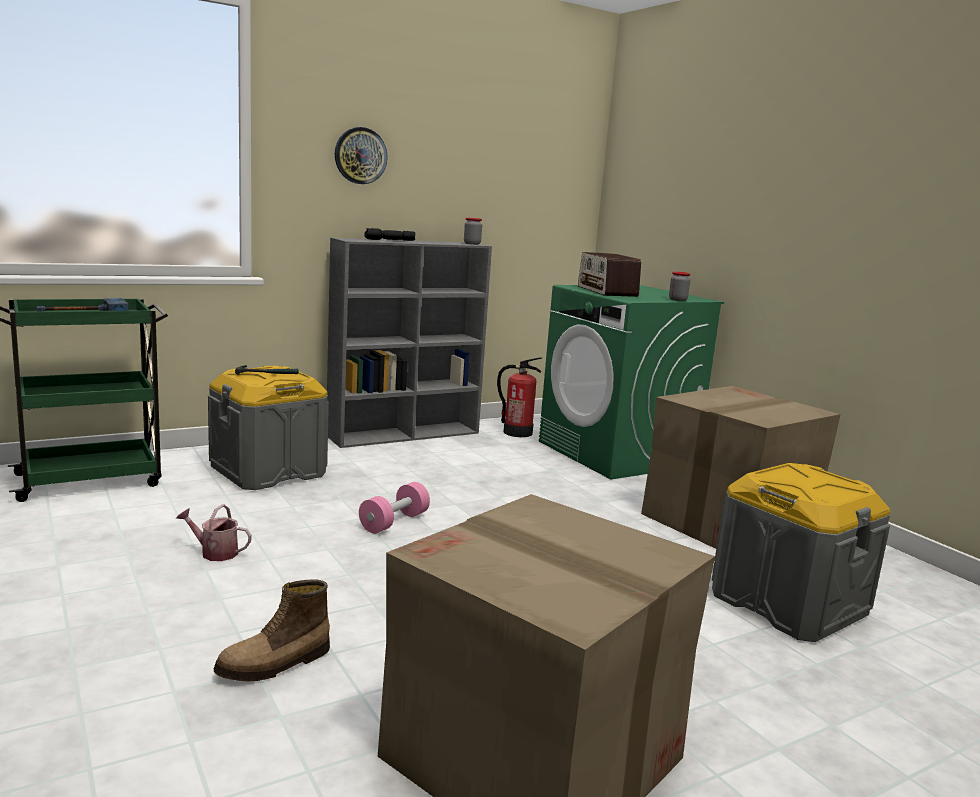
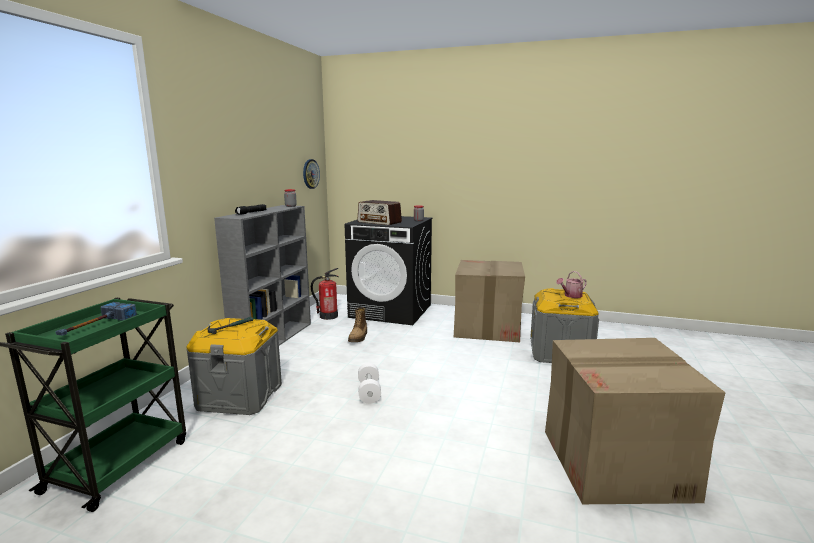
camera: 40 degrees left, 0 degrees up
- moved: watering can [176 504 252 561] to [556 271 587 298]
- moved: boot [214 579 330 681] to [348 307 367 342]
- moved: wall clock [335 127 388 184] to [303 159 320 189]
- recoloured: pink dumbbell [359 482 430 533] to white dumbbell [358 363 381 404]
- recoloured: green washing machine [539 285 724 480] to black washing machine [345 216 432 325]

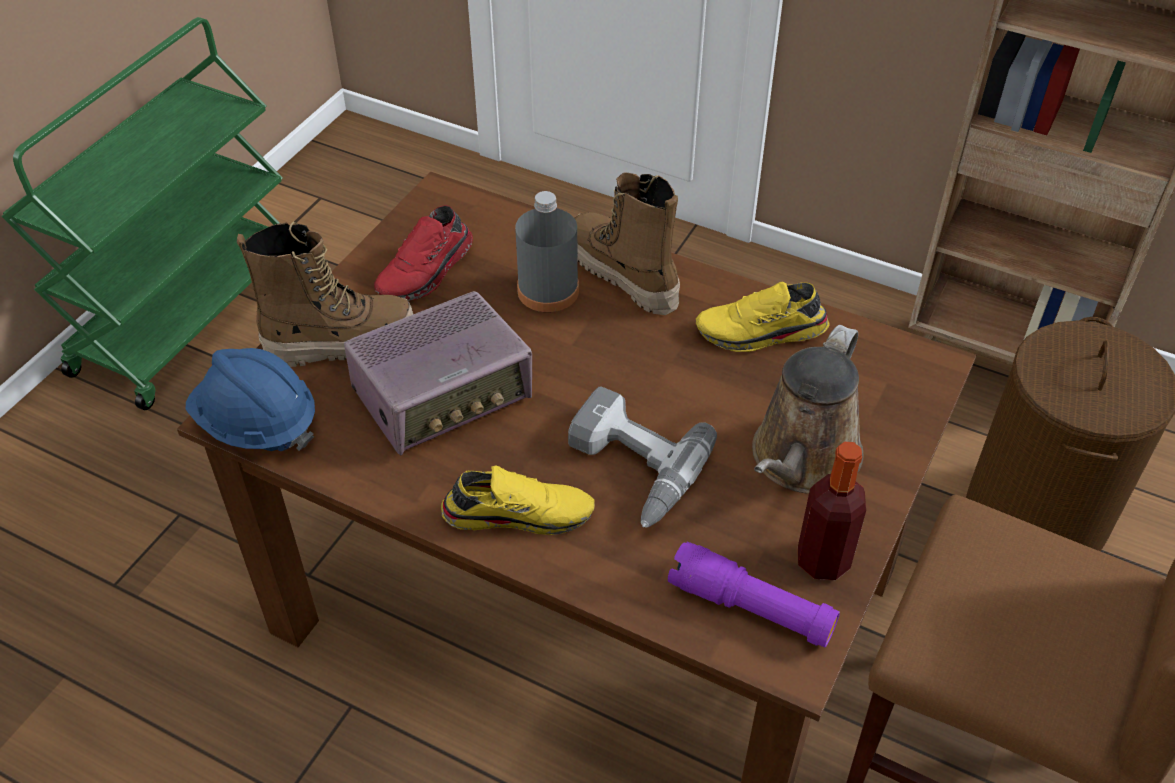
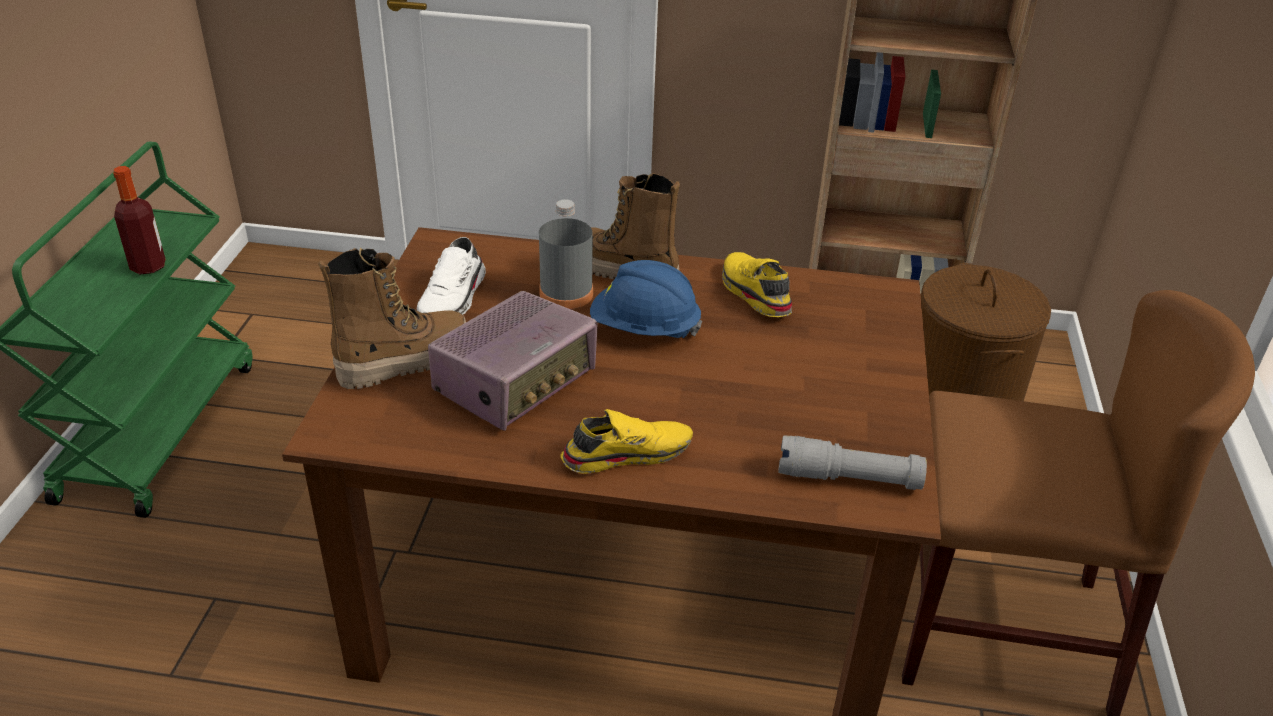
camera: 20 degrees left, 10 degrees down
- removed: power drill [568 386 717 527]
- removed: brown watering can [752 325 863 494]
- moved: blue hard hat [185 348 315 451] to [590 260 703 338]
- moved: bottle [798 442 866 580] to [113 166 165 274]
- recoloured: red shoe [374 205 473 301] to white shoe [416 237 486 315]
- recoloured: purple flashlight [668 542 840 648] to grey flashlight [778 436 927 490]
- turned: yellow shoe [696 281 830 352] = [722 252 792 317] 90 degrees clockwise

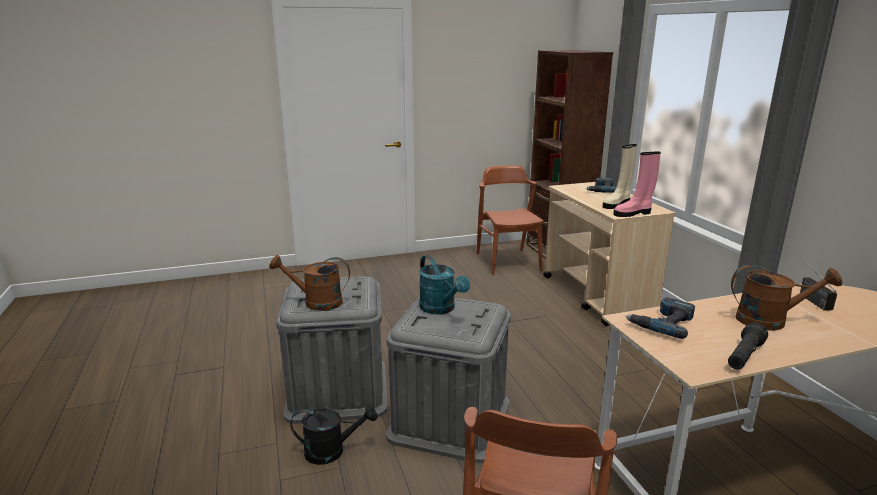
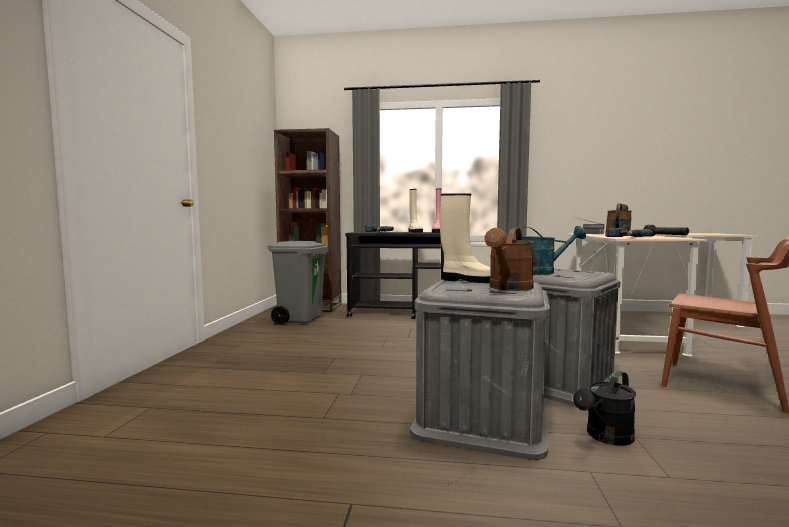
camera: 65 degrees left, 15 degrees down
- added: beige boot [440 193 491 283]
- replaced: brown chair [477 165 543 275] to grey trash can [267 241 328 325]
- recoloured: beige cart [543 182 675 326] to black cart [345 232 444 319]
- turned: black watering can [291 405 377 465] = [573 371 636 446] 150 degrees counterclockwise

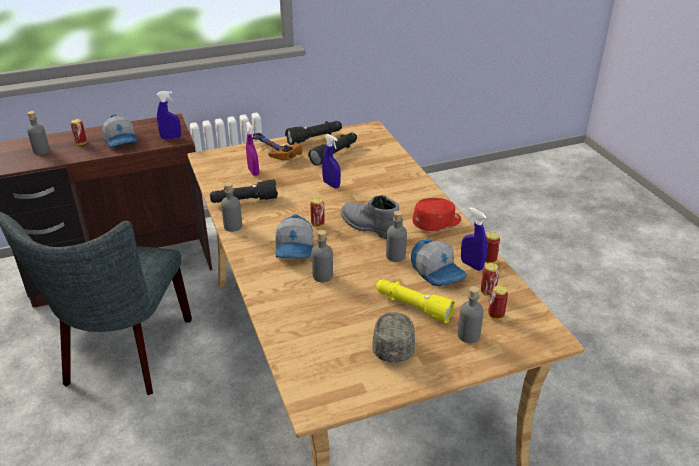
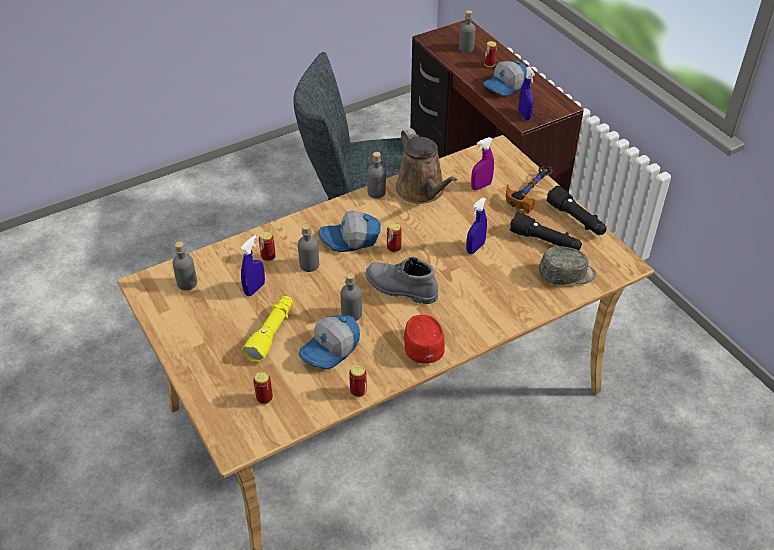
camera: 80 degrees right, 10 degrees up
- moved: grey cap [372 312 415 363] to [539 246 596 285]
- moved: grey bottle [458 286 484 343] to [172 241 197 290]
- moved: blue spray bottle [461 207 487 271] to [241 235 265 296]
- moved: can [481 263 499 296] to [259 231 276 262]
- replaced: black flashlight [210 179 278 203] to brown watering can [396 128 457 204]
- turned: grey boot [341 195 403 239] = [365 257 438 304] 90 degrees counterclockwise
- turned: red cap [412 198 461 231] = [404 315 445 364] 150 degrees counterclockwise

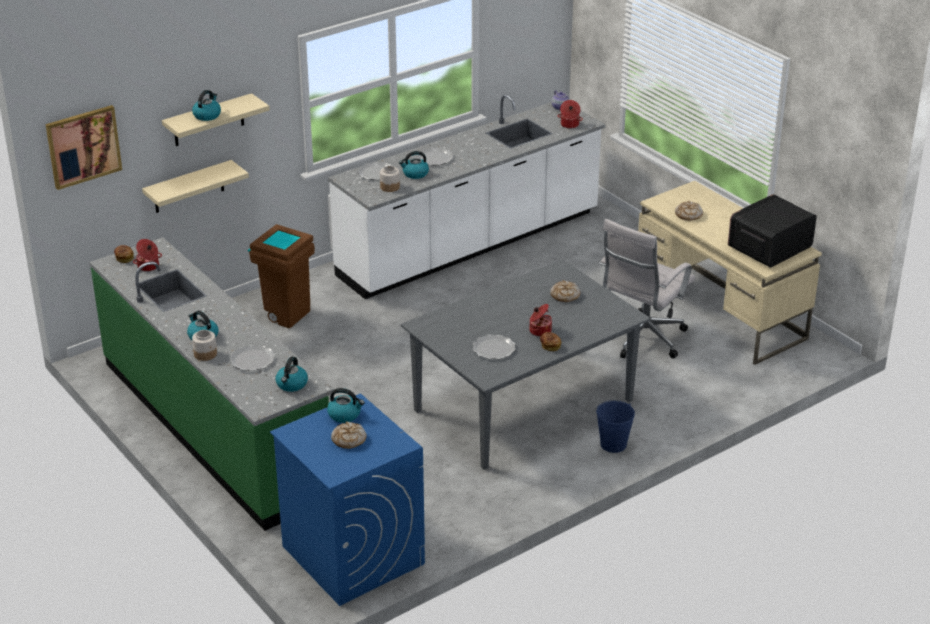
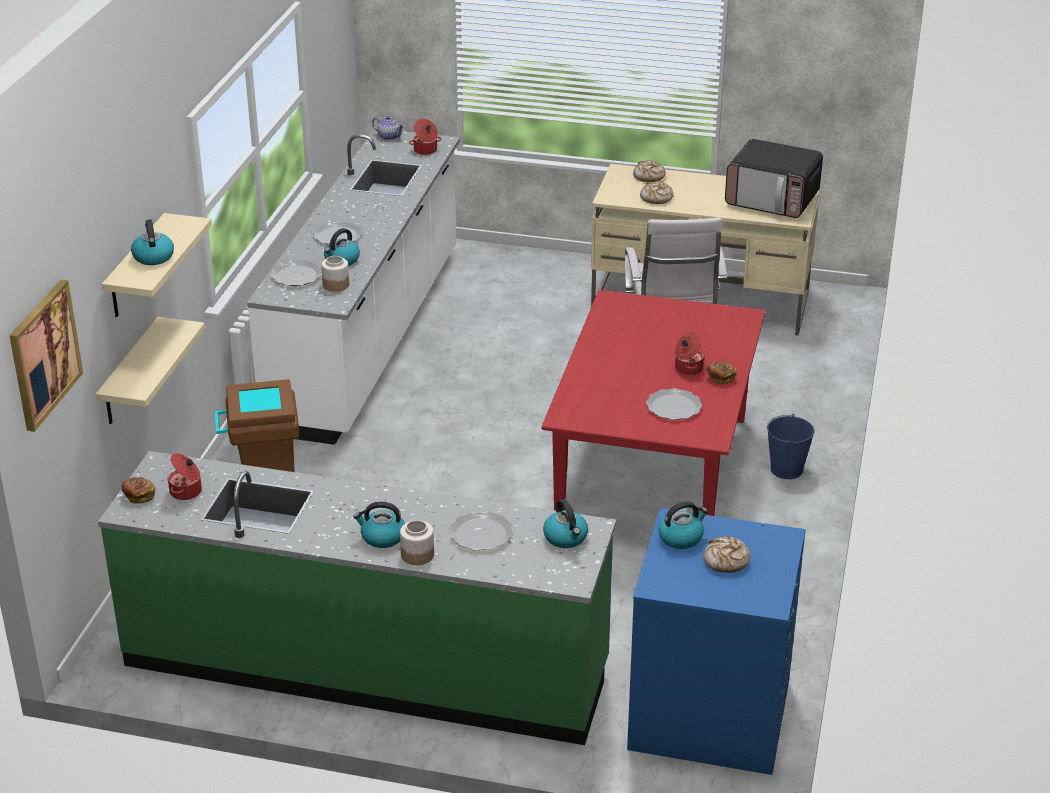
camera: 40 degrees left, 0 degrees up
- moved: bread [550 280 580 302] to [633 160 666 182]
- recoloured: grey dining table [401 259 650 470] to red dining table [541 290 765 516]
- turned: microwave [728 194 817 268] = [725 139 823 218] 75 degrees counterclockwise

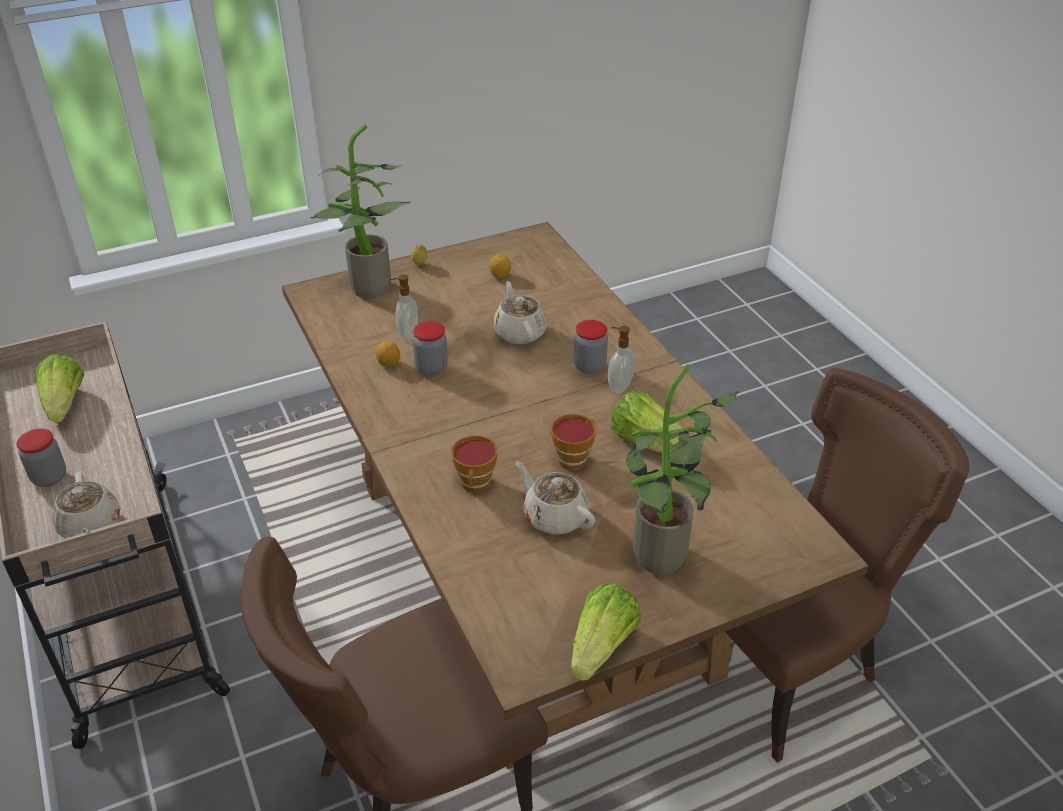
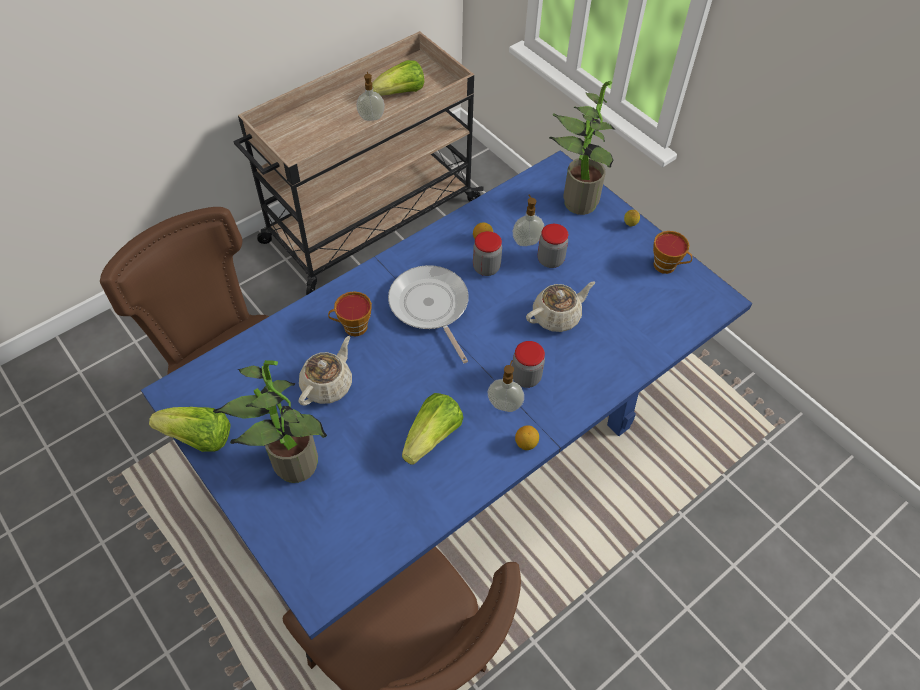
camera: 75 degrees right, 15 degrees up
- removed: beige teapot [52 472 120 538]
- added: soap dispenser [356 72 385 121]
- added: frying pan [388 265 469 363]
- moved: jar [17 429 66 487] to [538 224 568 268]
- moved: lemon [490 255 511 278] to [515 425 539 450]
- moved: cup [551 414 596 470] to [653 231 693 274]
- recoloured: brown dining table [282 222 869 769] to blue dining table [141 150 752 640]

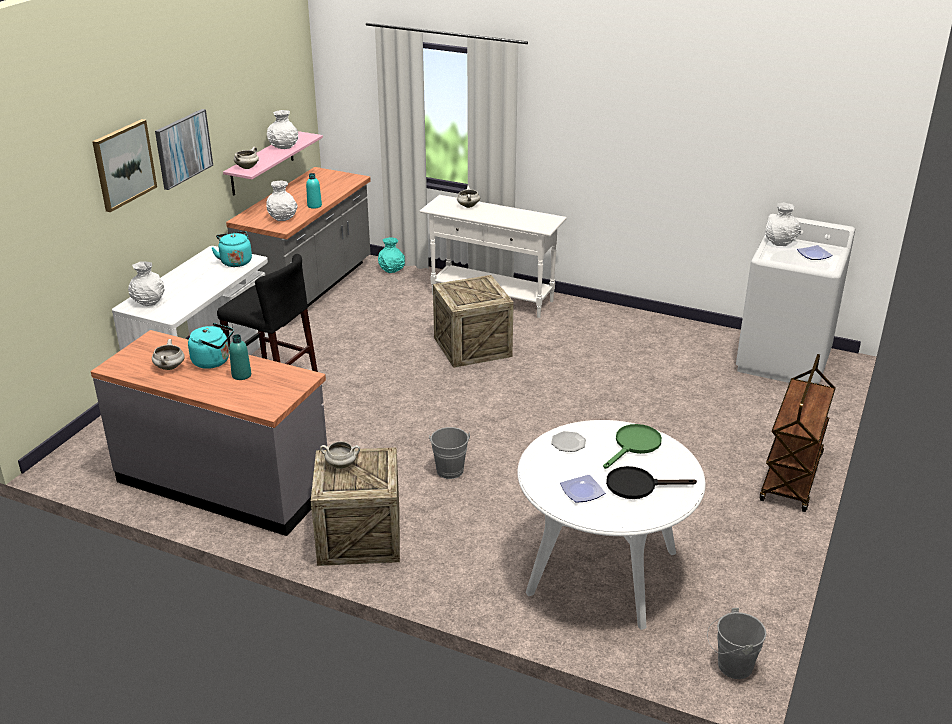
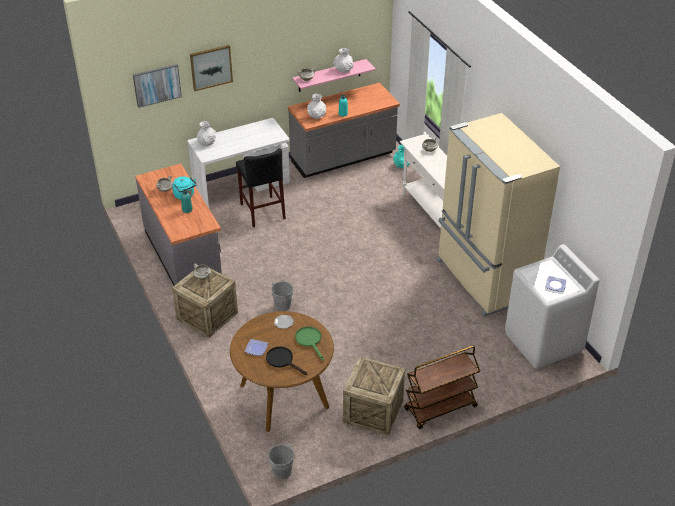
camera: 40 degrees right, 10 degrees up
- removed: turquoise kettle [212 231 252 267]
- removed: white vase [765 202 801 246]
- added: beige fridge [437 113 560 317]
- moved: picture [155 109 213 190] to [133 64 182 108]
- moved: crate [433 275 514 368] to [343 356 405 436]
- recoloured: white dining table [517 420 706 630] to brown dining table [230 311 334 432]
- turned: green frying pan [603 424 662 469] = [295 327 324 361] 105 degrees counterclockwise

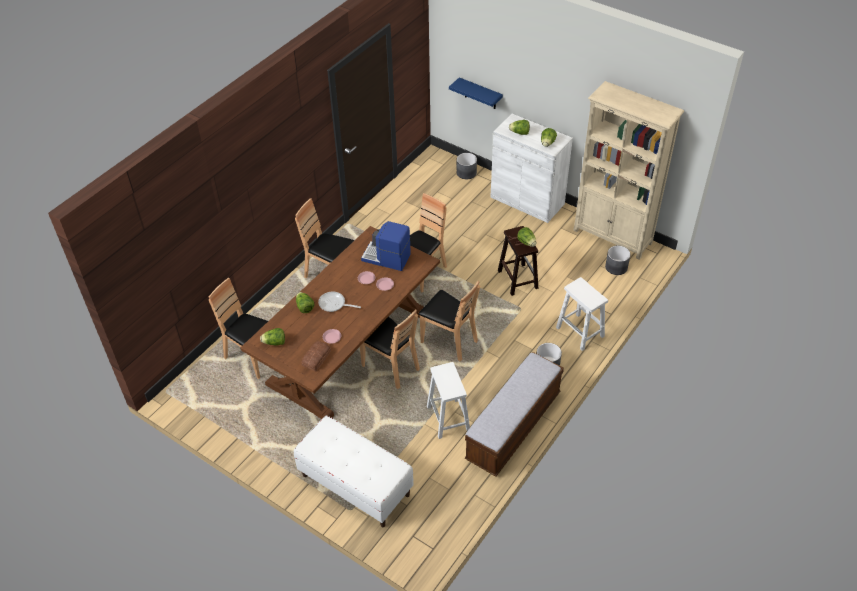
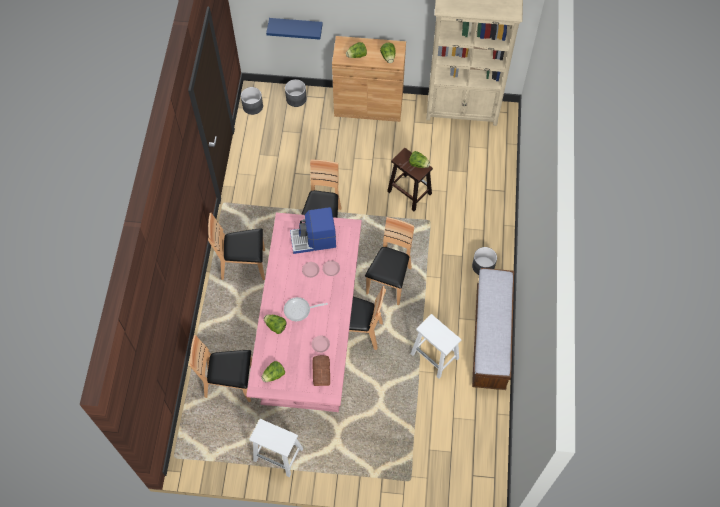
camera: 30 degrees left, 15 degrees up
- removed: white bench [294 415 413 527]
- moved: white stool [556 277 608 351] to [249 419 303 477]
- moved: grey planter [605 246 630 275] to [241 87 263 115]
- recoloured: brown dining table [240 226 440 419] to pink dining table [246 213 362 412]
- recoloured: white cabinet [491 114 573 223] to brown cabinet [332 36 406 122]
- turned: brown chair [418 281 480 361] = [365 217 414 305] 75 degrees counterclockwise

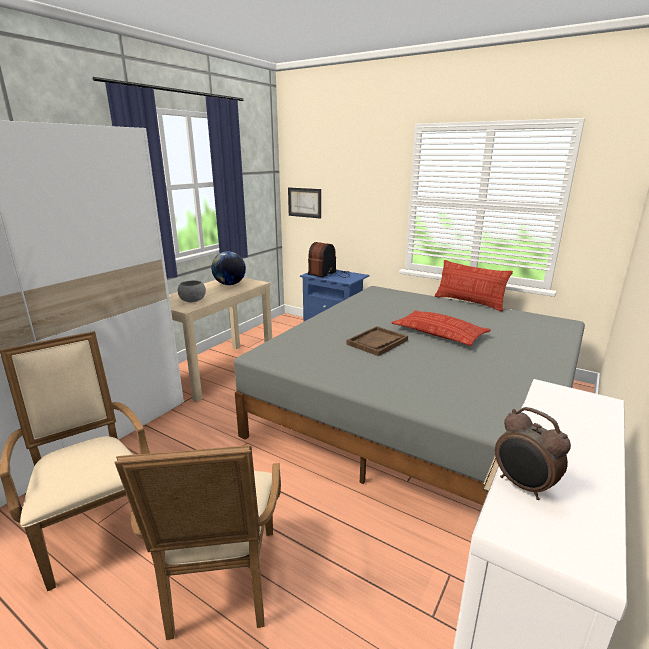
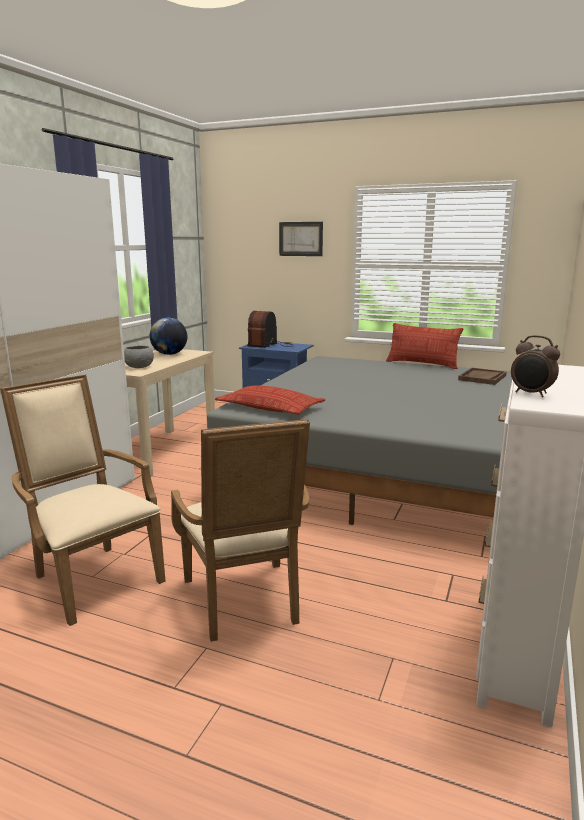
camera: 10 degrees left, 5 degrees down
- moved: picture [288 188 321 219] to [279 222 323 256]
- moved: brown tray [346 326 408 356] to [458 368 506 385]
- moved: pillow [392 310 491 346] to [215 385 326 415]

